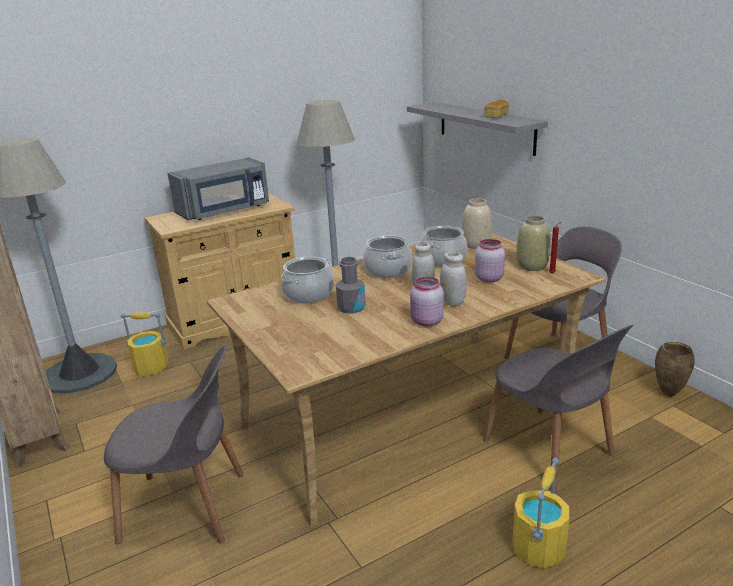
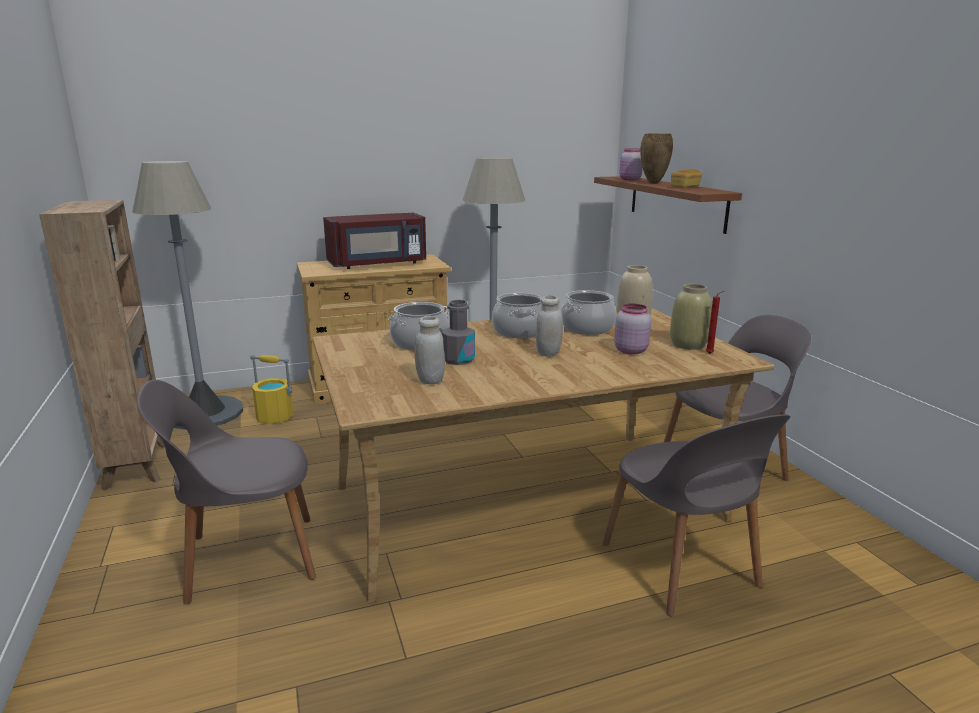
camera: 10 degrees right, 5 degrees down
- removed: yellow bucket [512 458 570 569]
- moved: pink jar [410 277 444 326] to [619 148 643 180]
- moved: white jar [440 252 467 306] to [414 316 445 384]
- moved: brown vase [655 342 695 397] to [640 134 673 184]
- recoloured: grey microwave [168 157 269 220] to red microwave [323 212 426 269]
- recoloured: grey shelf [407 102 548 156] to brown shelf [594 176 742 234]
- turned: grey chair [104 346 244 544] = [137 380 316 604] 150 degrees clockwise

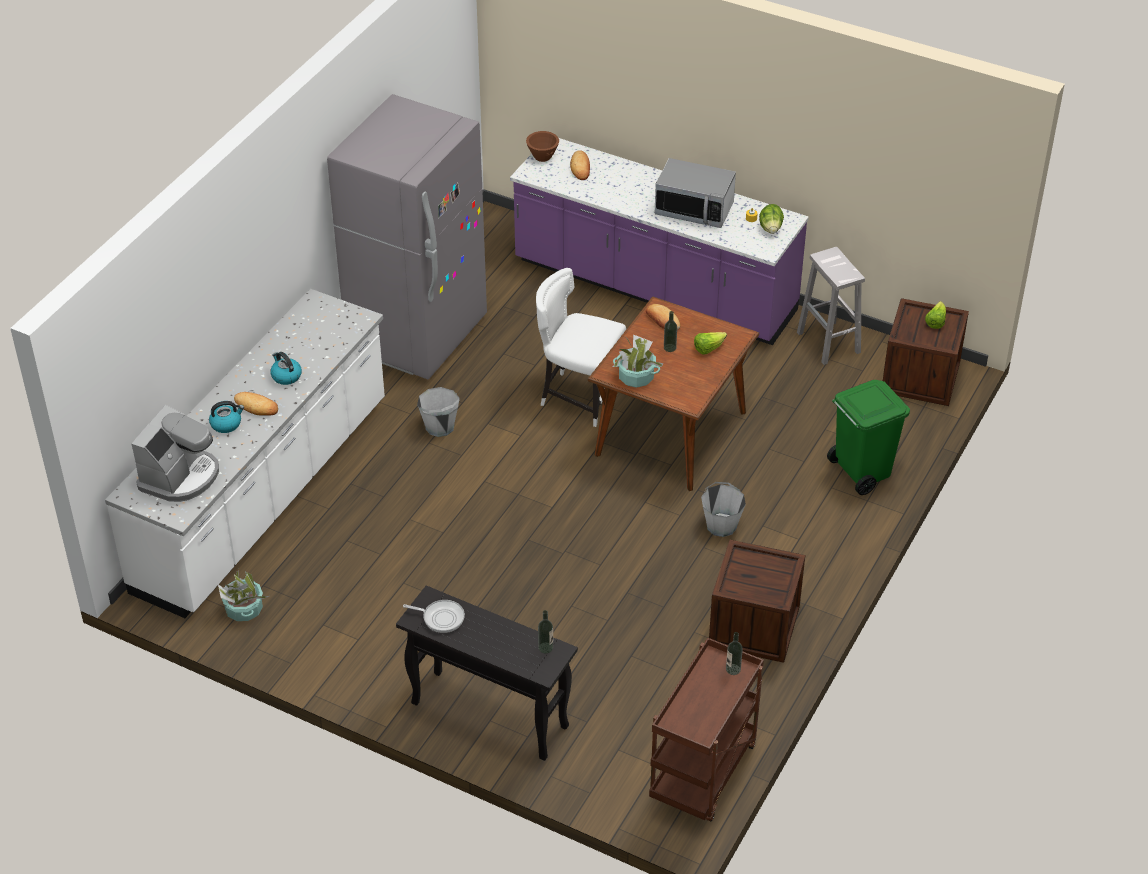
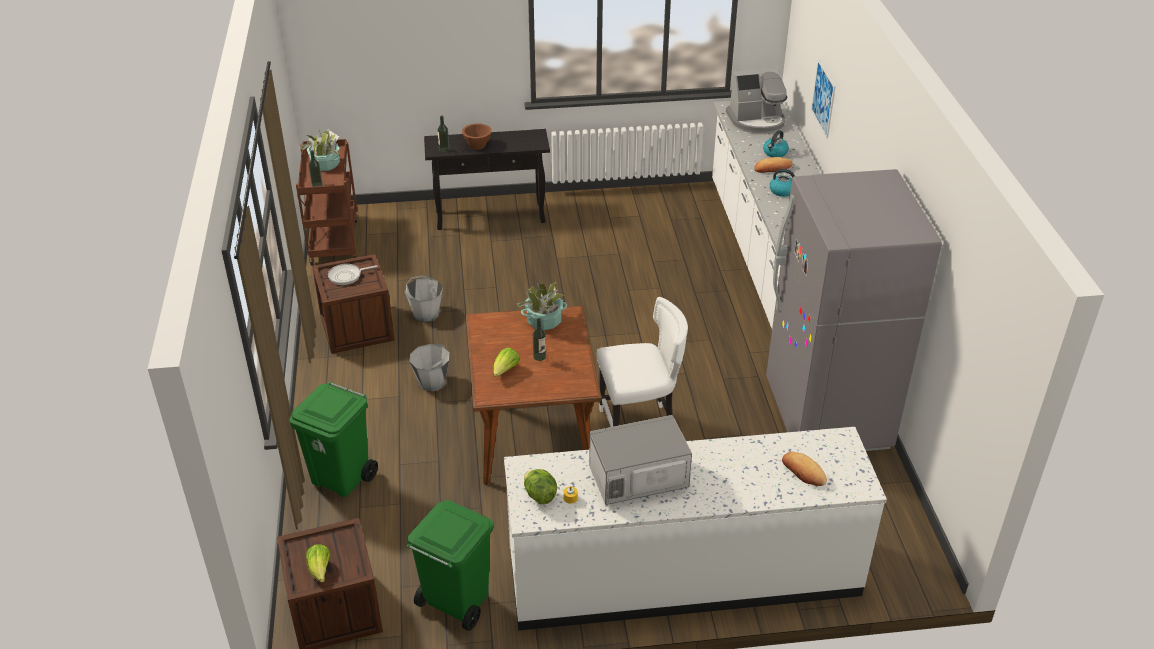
camera: 145 degrees right, 5 degrees down
- removed: bread [646 304 680 330]
- added: picture [811 59 836 138]
- moved: potted plant [218 569 269 621] to [298 129 340 171]
- moved: frying pan [403 600 465 633] to [328 264 378 285]
- moved: grey bucket [417 387 460 437] to [405 275 443 322]
- moved: brown bowl [526 131 559 162] to [462 123 492 150]
- replaced: white stool [797 247 865 365] to green trash can [407 500 493 631]
- recoloured: purple counter [510 138 809 345] to white counter [504 427 887 631]
- turned: coffee machine [132 405 219 502] = [726 68 787 133] 90 degrees counterclockwise

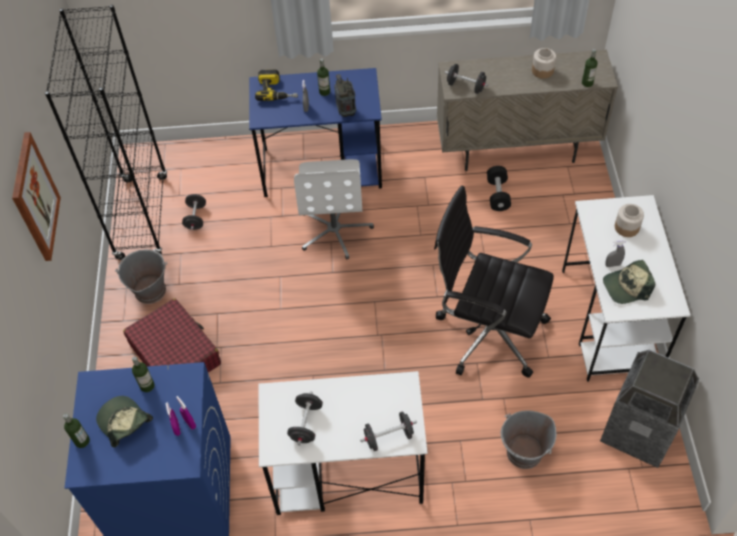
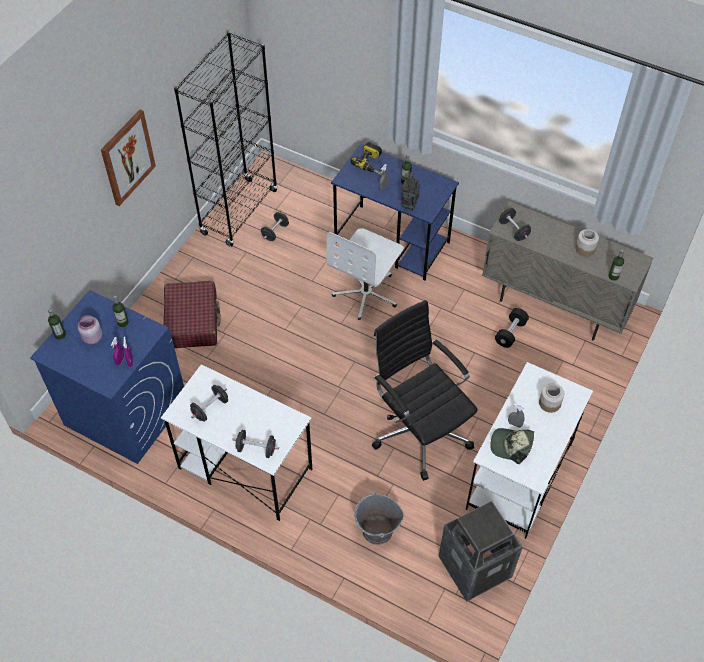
camera: 30 degrees right, 0 degrees up
- removed: grey bucket [115 249 167 304]
- replaced: cap [96 396 153 447] to pink jar [77 315 102 344]

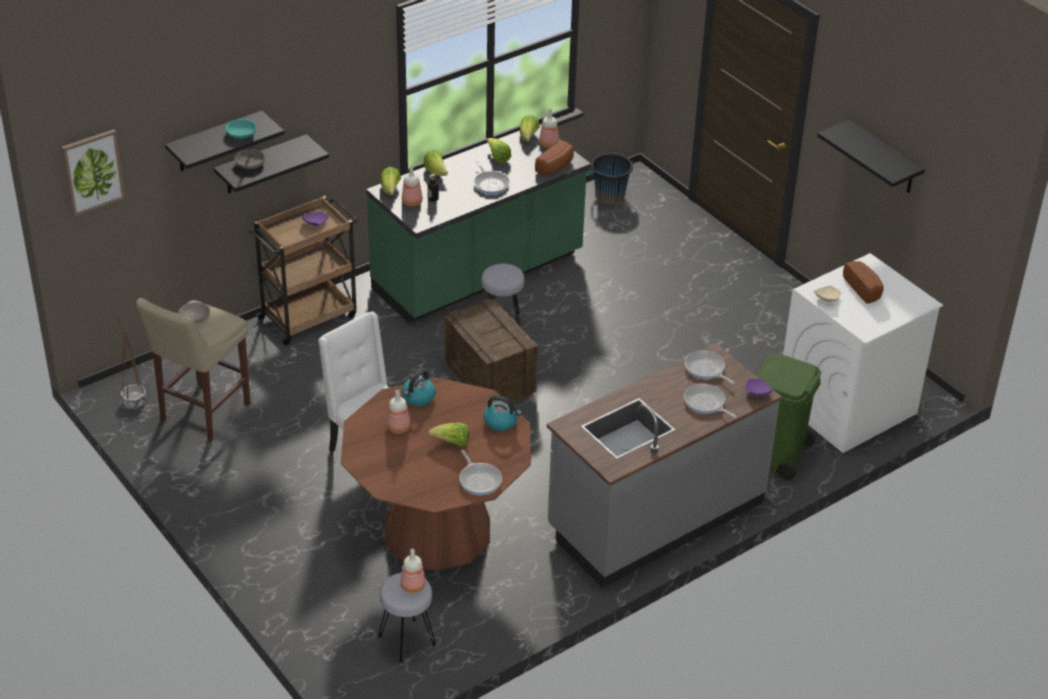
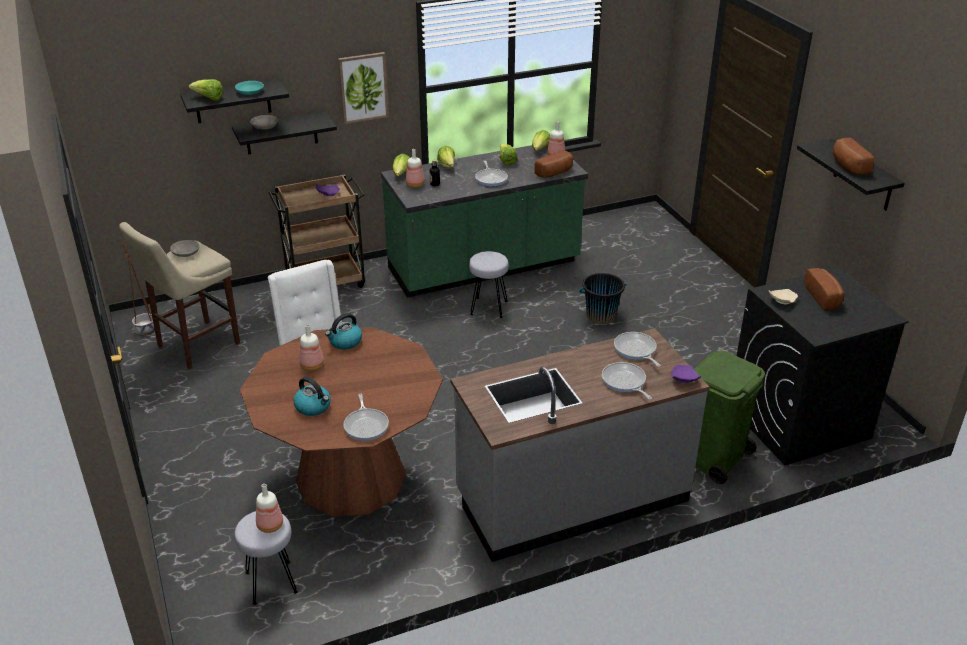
camera: 15 degrees right, 5 degrees down
- removed: crate [444 298 538 401]
- added: bread [833 138 874 175]
- moved: picture [61 129 125 216] to [338 52 389 124]
- moved: lettuce [428 423 469 446] to [189 79 223 101]
- moved: kettle [483 395 522 431] to [293 377 331 416]
- moved: black bucket [588 153 634 205] to [579 273 627 324]
- recoloured: white washing machine [783 253 943 453] to black washing machine [737 267 909 465]

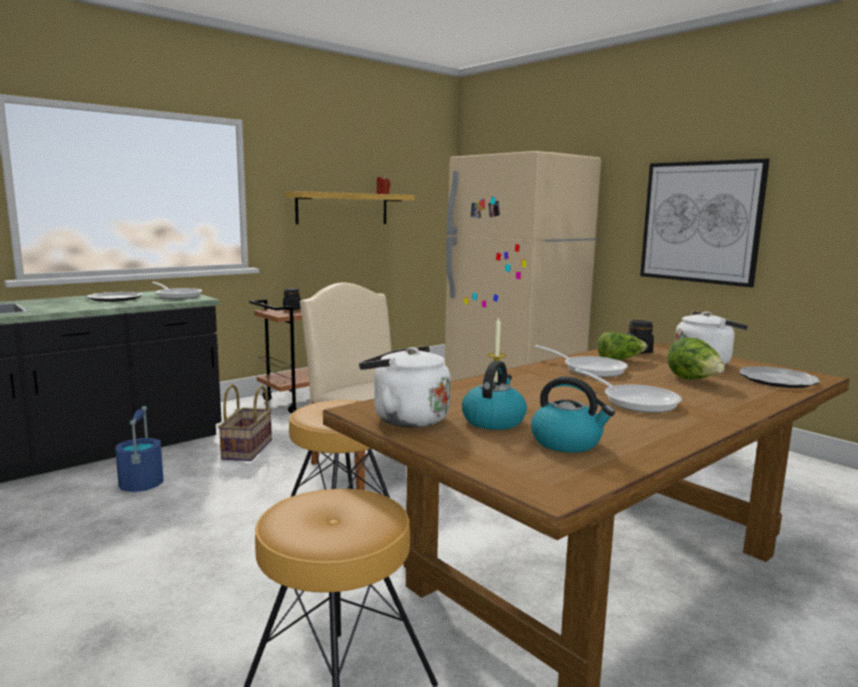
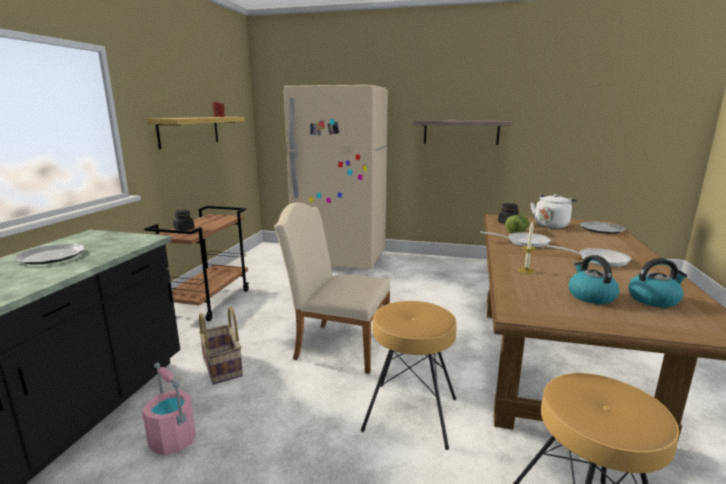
camera: 35 degrees left, 5 degrees up
- removed: frying pan [152 282 202 299]
- removed: white kettle [359 346 451 428]
- removed: lettuce [667 337 725 379]
- replaced: picture [640 158 770 288] to shelf [413 120 512 145]
- recoloured: blue bucket [115 406 164 492] to pink bucket [142 363 196 455]

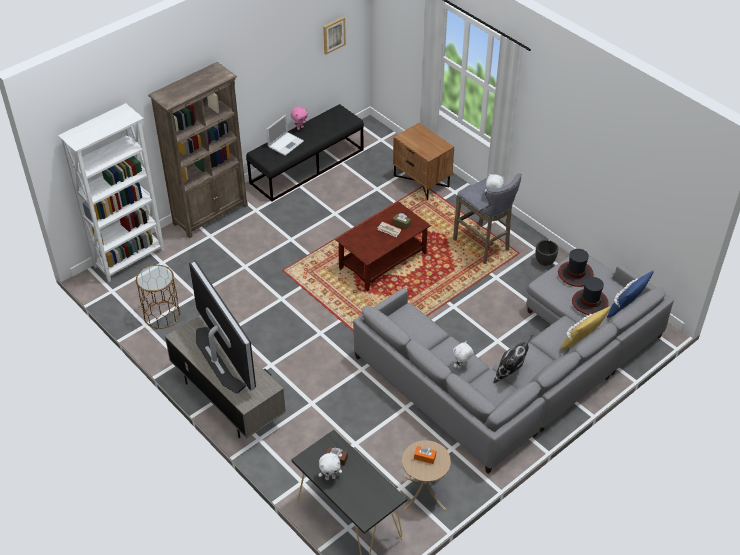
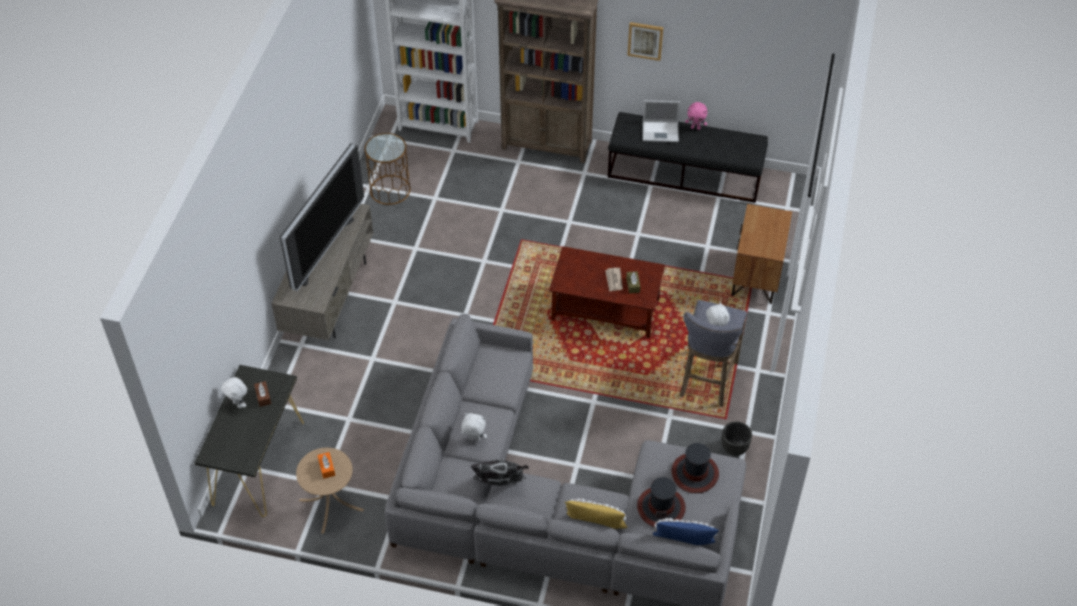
camera: 55 degrees right, 5 degrees up
- moved: picture [323 17 346 55] to [627 22 663 61]

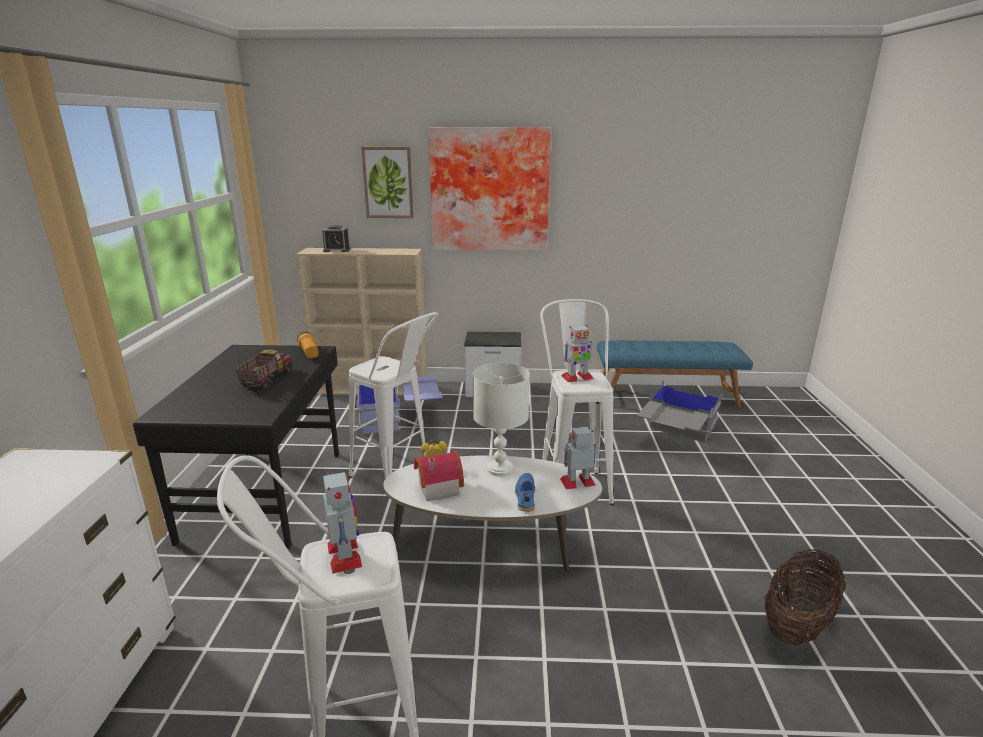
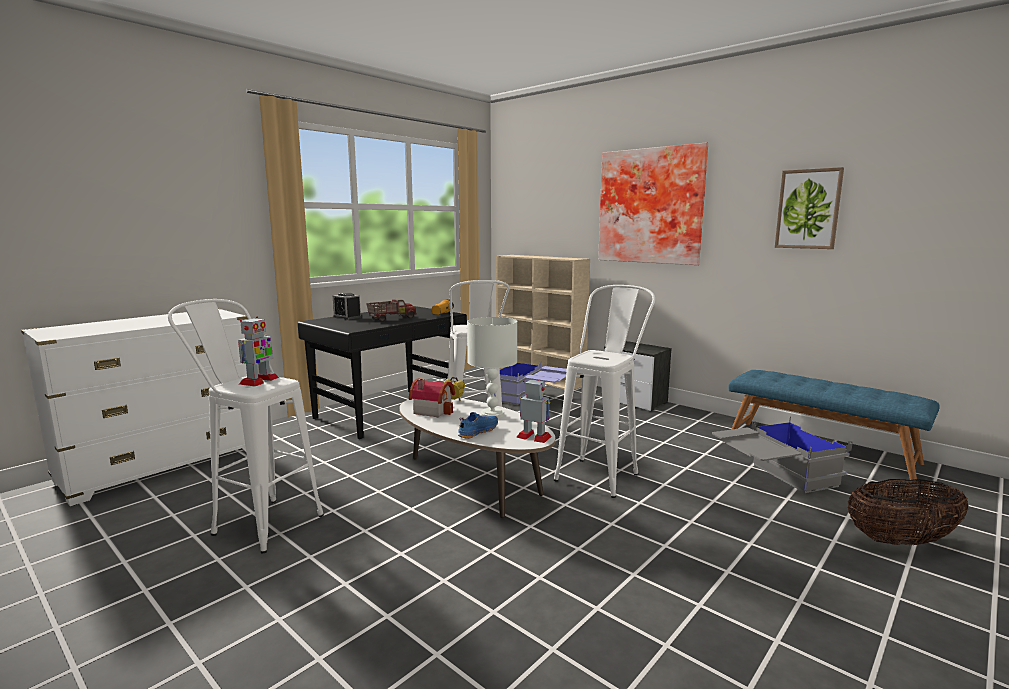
camera: 40 degrees right, 10 degrees down
- removed: toy robot [562 325 593 382]
- moved: alarm clock [322 225 350 252] to [333 293 362 320]
- moved: picture [361 147 414 218] to [775 167 844 249]
- moved: basket [764 548 846 645] to [848 479 969 545]

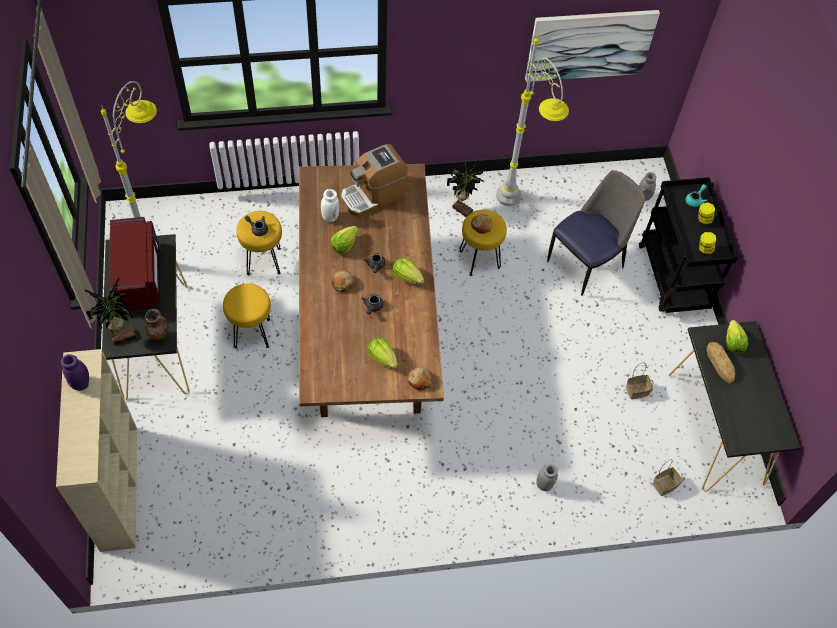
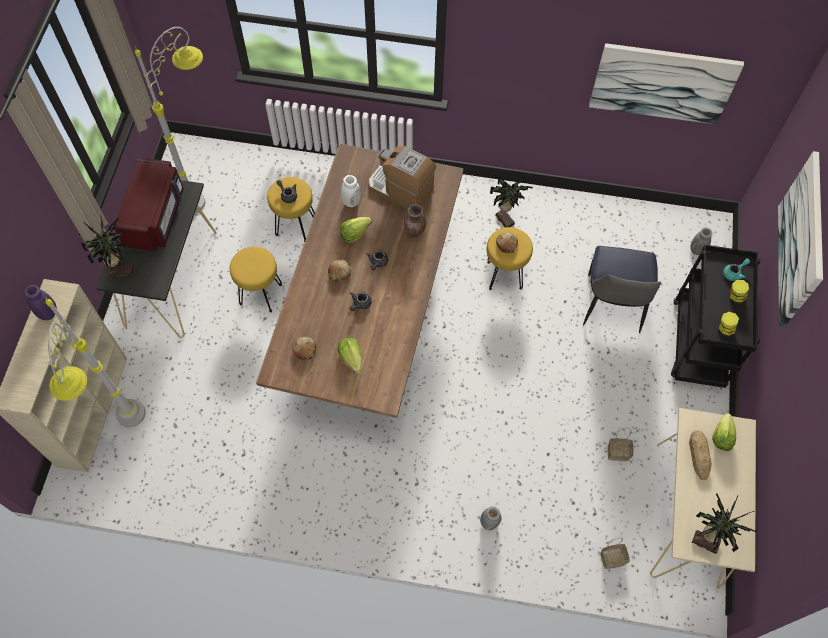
camera: 20 degrees right, 5 degrees up
- removed: lettuce [392 257 424 284]
- added: potted plant [692 494 757 554]
- added: picture [778 151 823 327]
- moved: brown vase [145 309 169 341] to [404 205 426 237]
- moved: bread [407 367 432 391] to [292 337 317 360]
- moved: grey floor lamp [496 35 569 206] to [45 297 146 427]
- recoloured: black console table [669 321 801 492] to beige console table [650 408 756 589]
- turned: coffee machine [341 144 408 217] = [369 146 436 210] 45 degrees clockwise
- turned: chair [547 170 645 296] = [583 246 661 333] 120 degrees clockwise

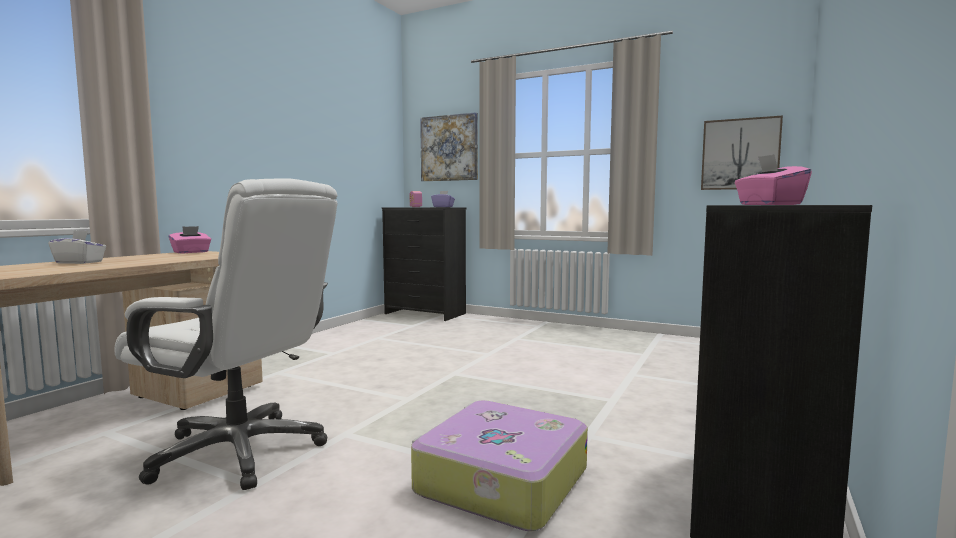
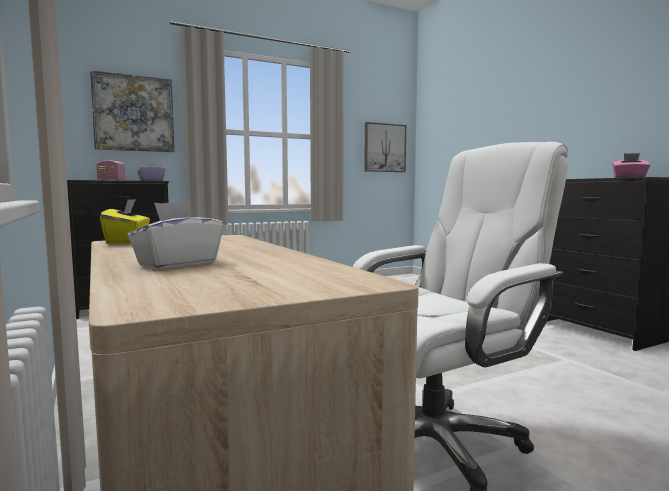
camera: 55 degrees left, 0 degrees up
- removed: suitcase [411 400 588 531]
- recoloured: pink tissue box [169 226 211 253] to yellow tissue box [100 199 150 244]

